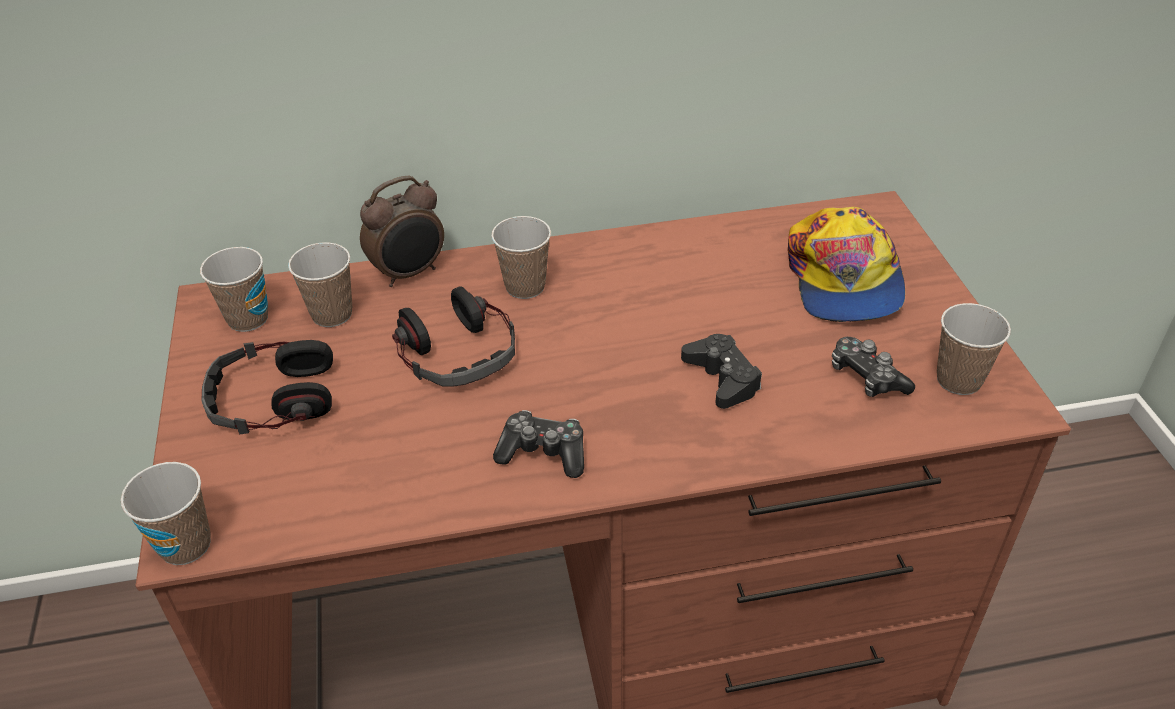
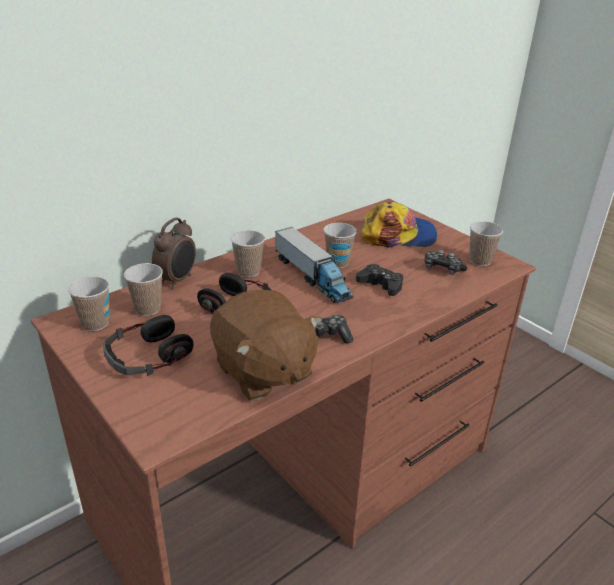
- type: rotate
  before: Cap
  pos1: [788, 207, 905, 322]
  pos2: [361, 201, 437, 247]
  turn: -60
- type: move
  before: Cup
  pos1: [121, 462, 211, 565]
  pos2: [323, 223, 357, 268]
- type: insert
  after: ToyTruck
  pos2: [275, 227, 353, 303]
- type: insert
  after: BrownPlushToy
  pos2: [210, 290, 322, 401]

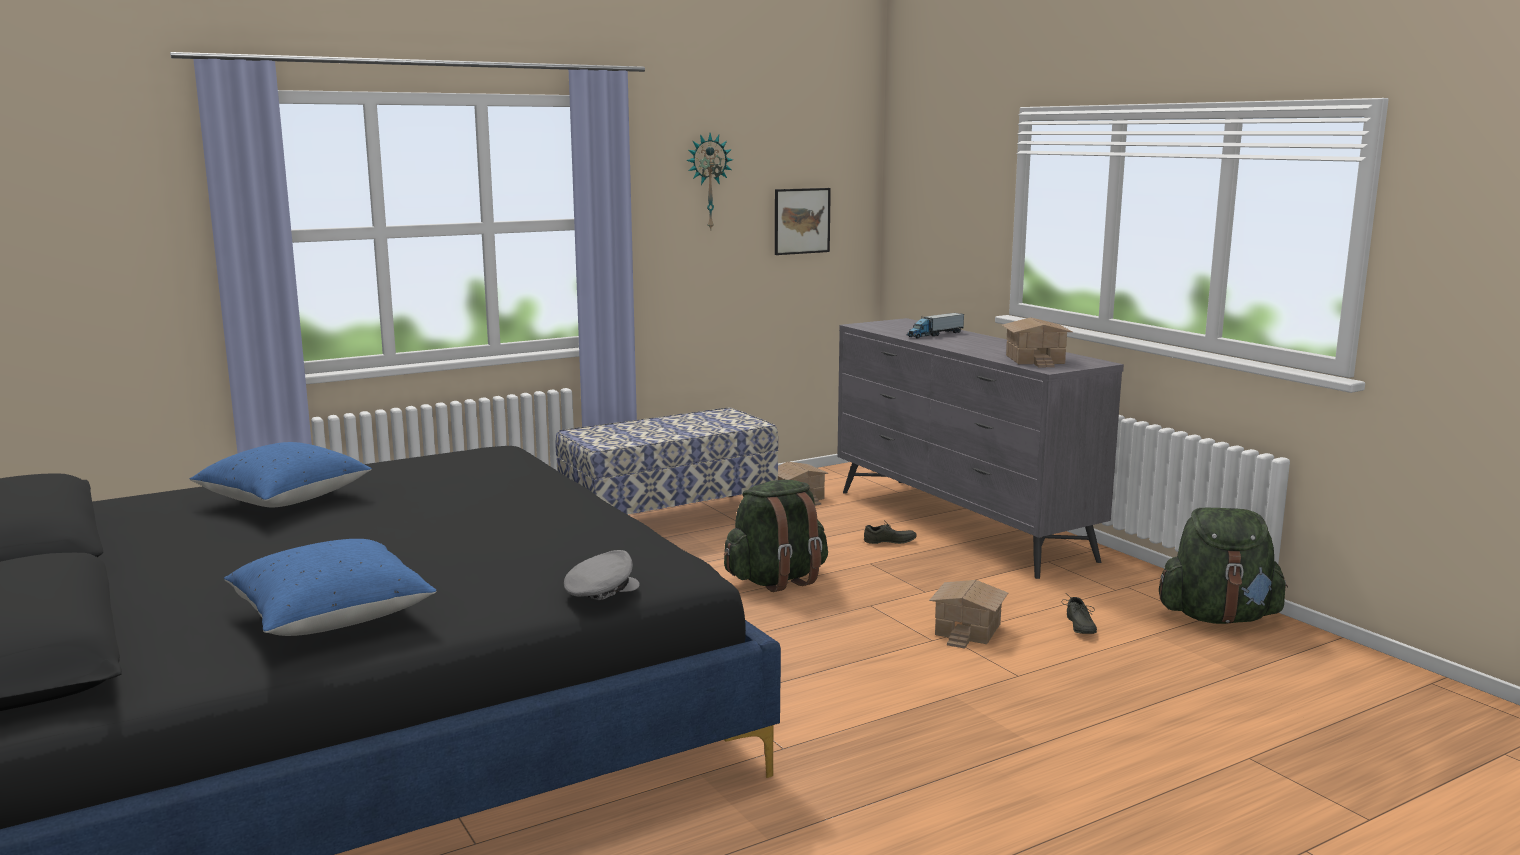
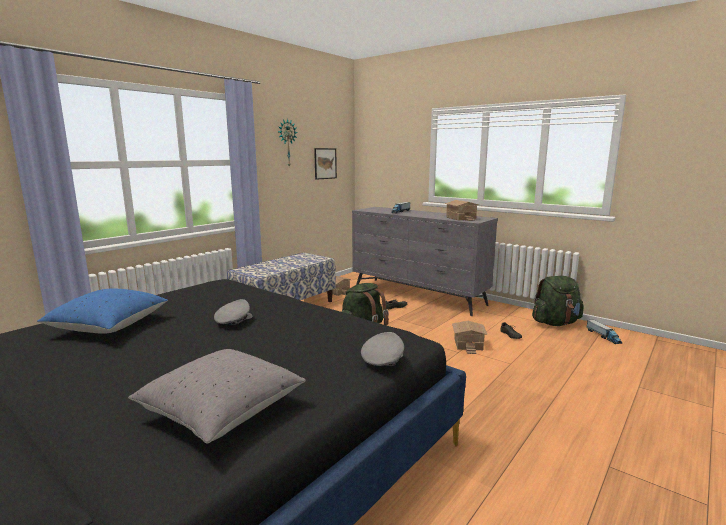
- type: recolor
  before: BluePillow
  after: GreyPillow
  pos1: [224, 539, 436, 636]
  pos2: [128, 349, 306, 444]
- type: insert
  after: GreyCap
  pos2: [214, 299, 253, 325]
- type: insert
  after: ToyTruck
  pos2: [586, 320, 622, 344]

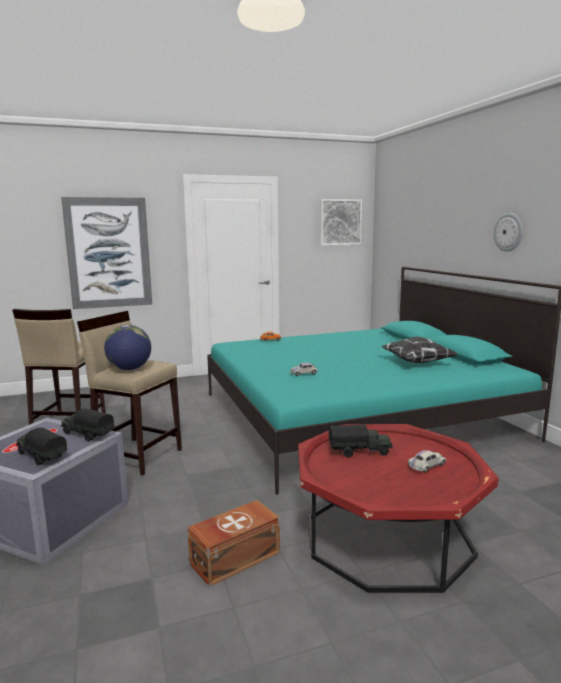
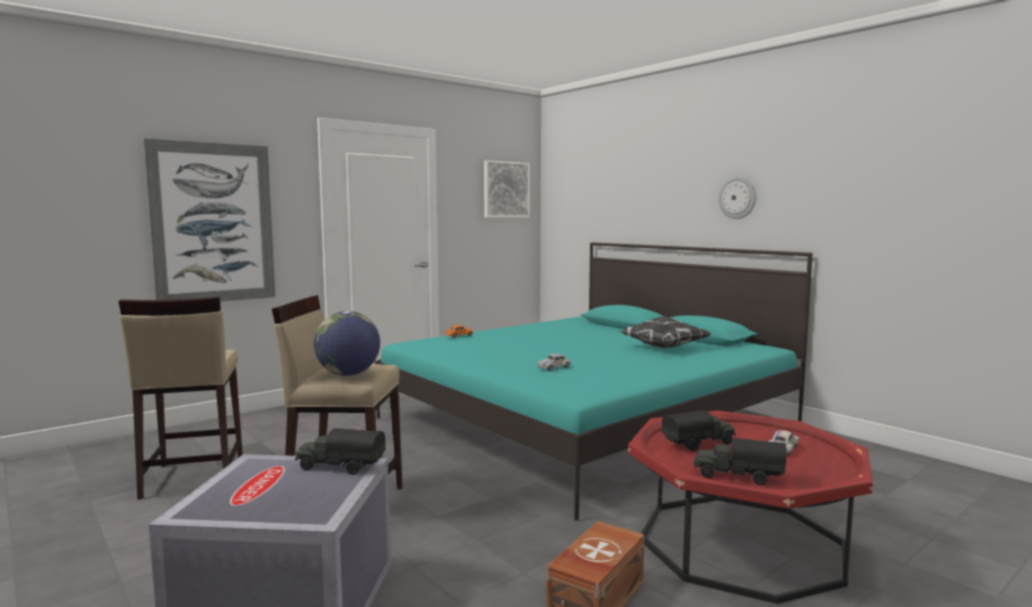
- type: move
  before: ToyTruck
  pos1: [16, 428, 67, 465]
  pos2: [694, 438, 787, 485]

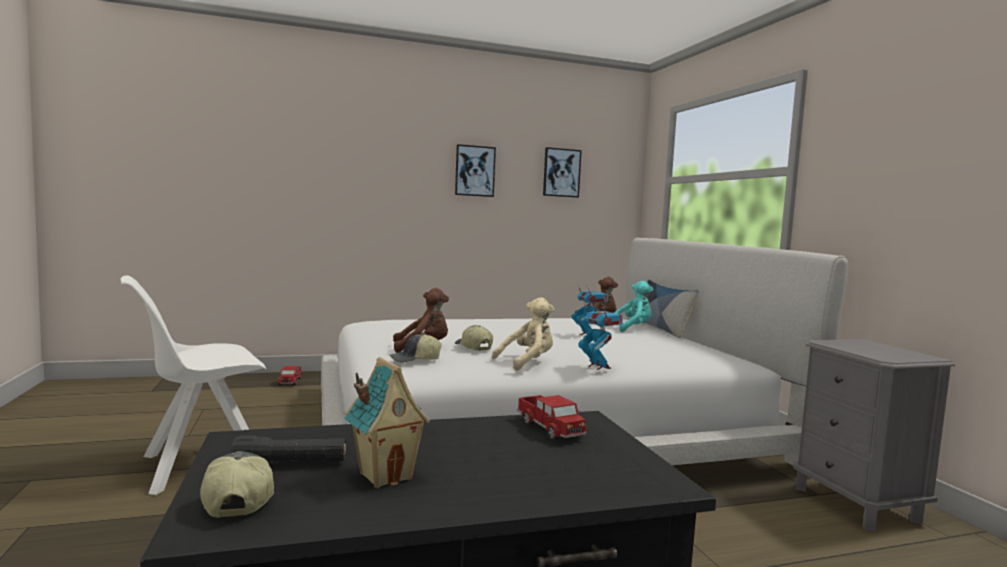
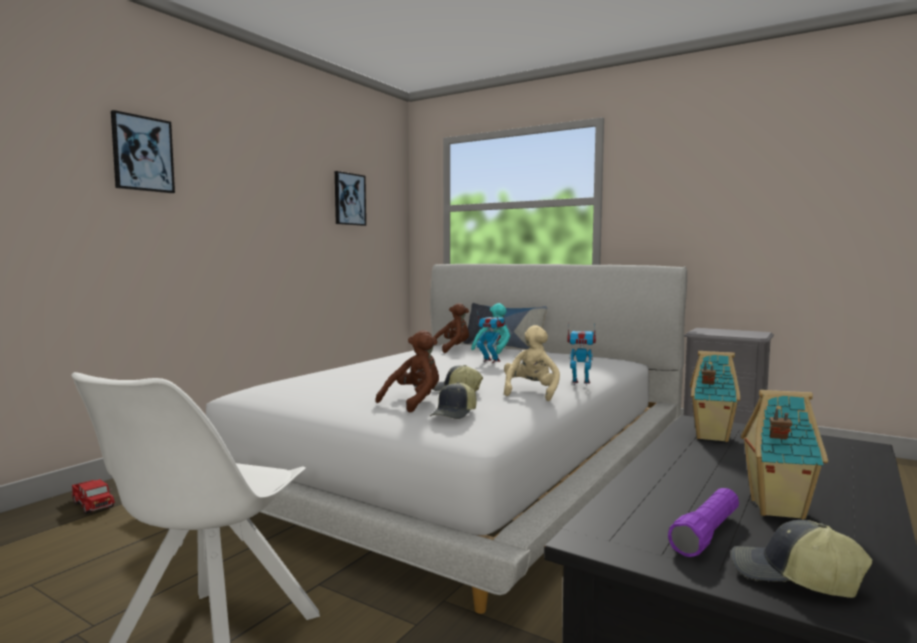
- type: move
  before: Picture
  pos1: [455, 144, 496, 197]
  pos2: [111, 110, 175, 193]
- type: replace
  before: ToyTruck
  after: ToyHouse
  pos1: [517, 395, 586, 441]
  pos2: [690, 351, 740, 442]
- type: recolor
  before: BlackFlashlight
  after: PurpleFlashlight
  pos1: [231, 435, 346, 463]
  pos2: [668, 488, 739, 557]

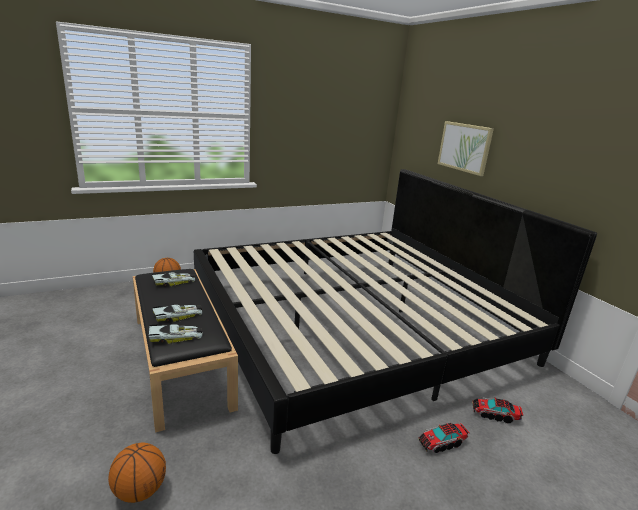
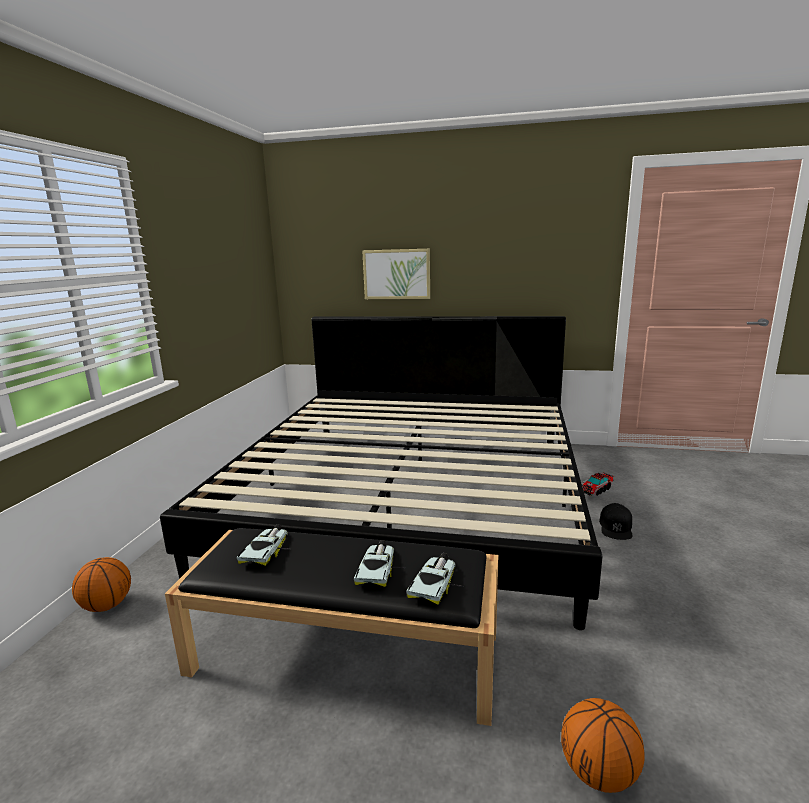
- type: replace
  before: ToyTruck
  after: BlackCap
  pos1: [418, 423, 469, 453]
  pos2: [599, 503, 633, 540]

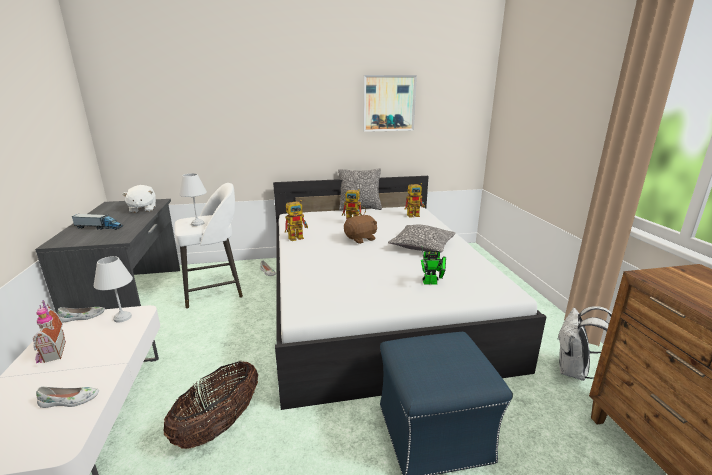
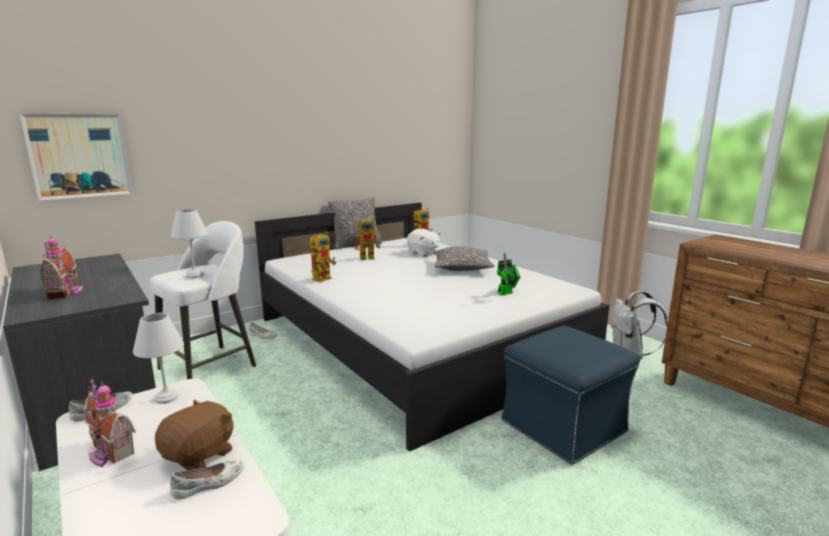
- type: move
  before: Picture
  pos1: [363, 75, 417, 132]
  pos2: [20, 114, 132, 201]
- type: move
  before: WhitePlushToy
  pos1: [122, 185, 156, 213]
  pos2: [407, 229, 440, 257]
- type: replace
  before: ToyTruck
  after: ToyHouse
  pos1: [71, 214, 123, 230]
  pos2: [39, 235, 83, 300]
- type: move
  before: BrownPlushToy
  pos1: [344, 215, 377, 244]
  pos2: [155, 400, 234, 470]
- type: delete
  before: Basket
  pos1: [163, 361, 258, 449]

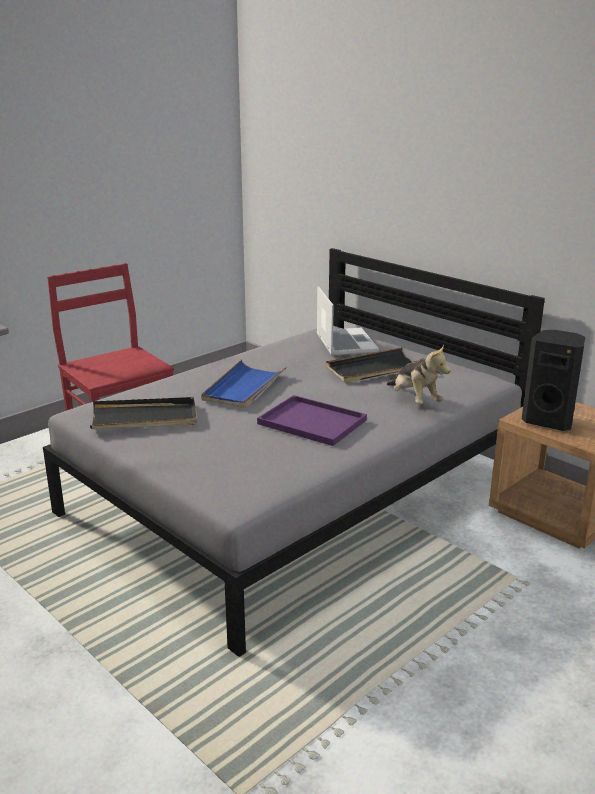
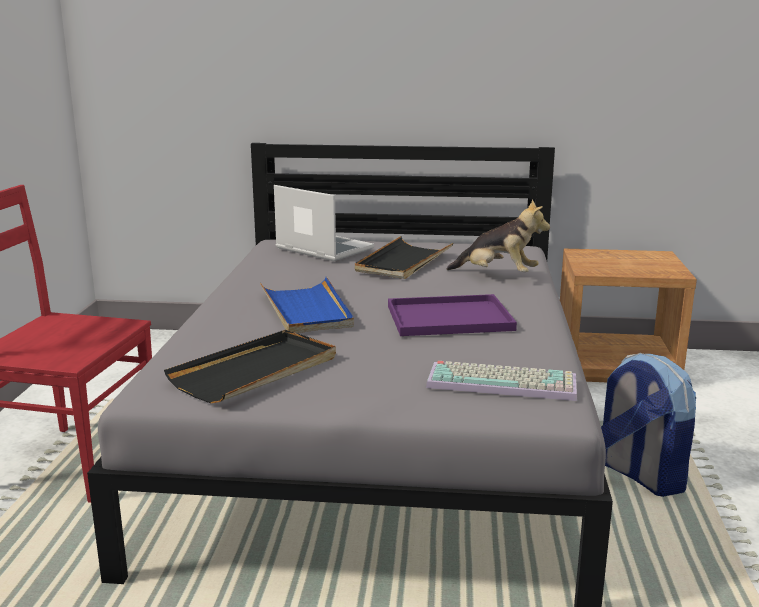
- type: delete
  before: BlackSpeaker
  pos1: [522, 330, 585, 431]
- type: insert
  after: Backpack
  pos2: [601, 353, 696, 497]
- type: insert
  after: Keyboard
  pos2: [426, 361, 577, 401]

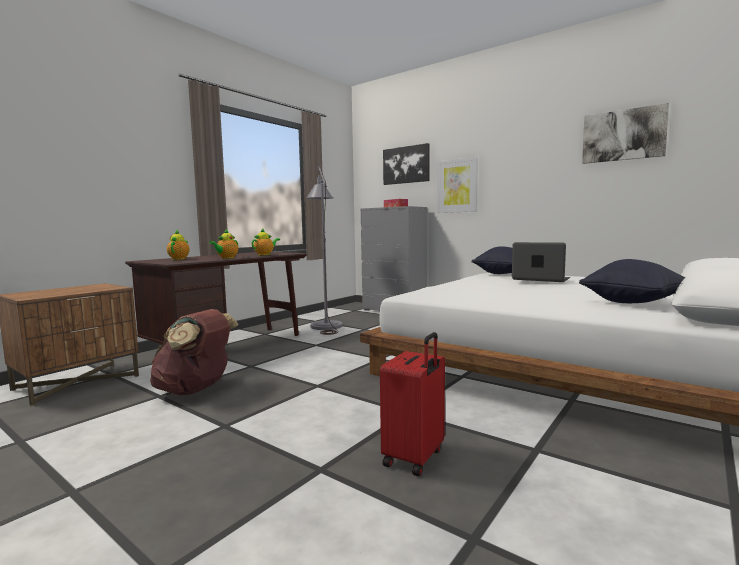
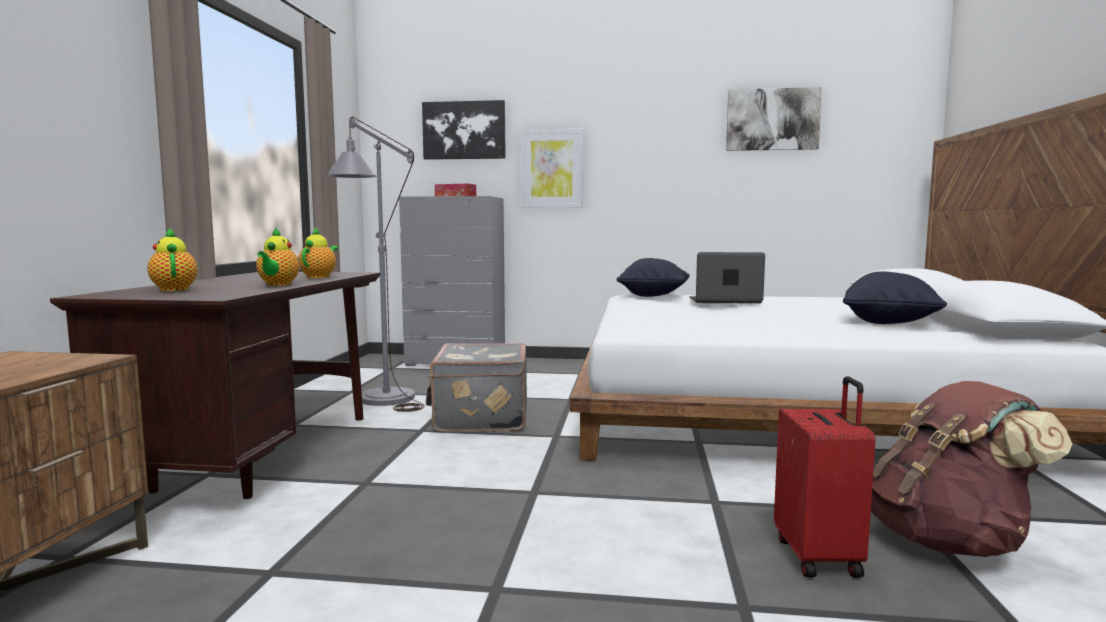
- type: move
  before: BrownBackpack
  pos1: [150, 309, 238, 395]
  pos2: [871, 381, 1072, 557]
- type: insert
  after: GreySuitcase
  pos2: [426, 343, 527, 432]

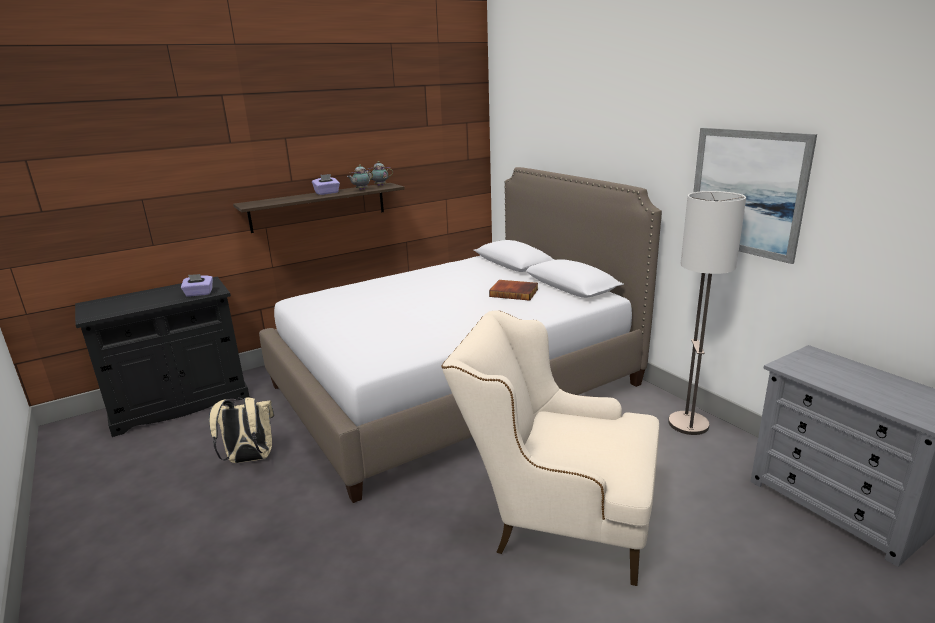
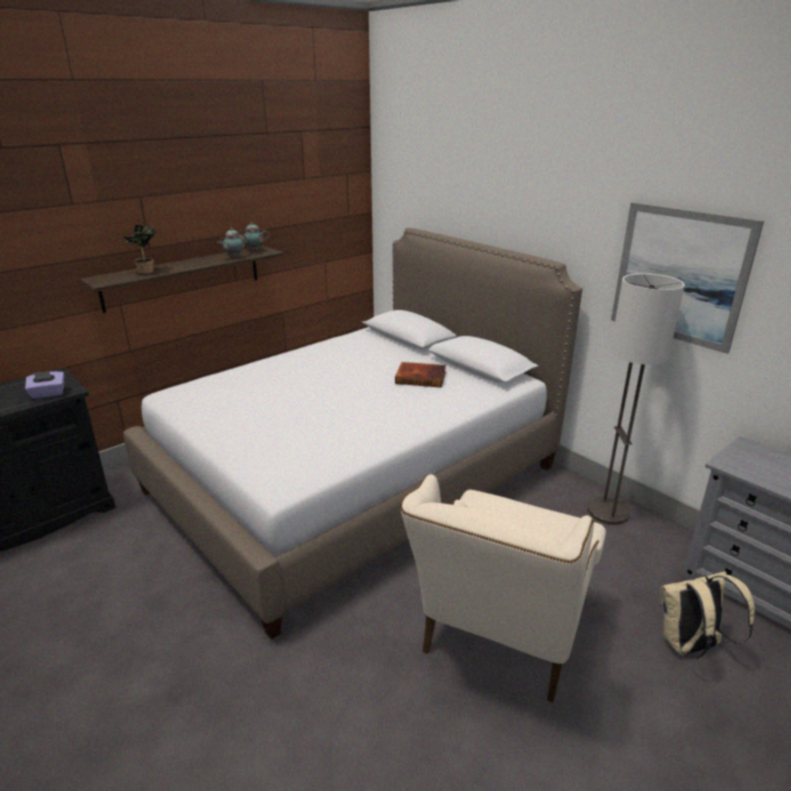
- type: delete
  before: PurpleTissueBox
  pos1: [312, 174, 340, 195]
- type: rotate
  before: BeigeArmchair
  pos1: [441, 310, 659, 586]
  pos2: [400, 474, 606, 703]
  turn: -75
- type: move
  before: BeigeBackpack
  pos1: [209, 397, 274, 463]
  pos2: [660, 571, 755, 659]
- type: insert
  after: PottedPlant
  pos2: [122, 224, 157, 274]

